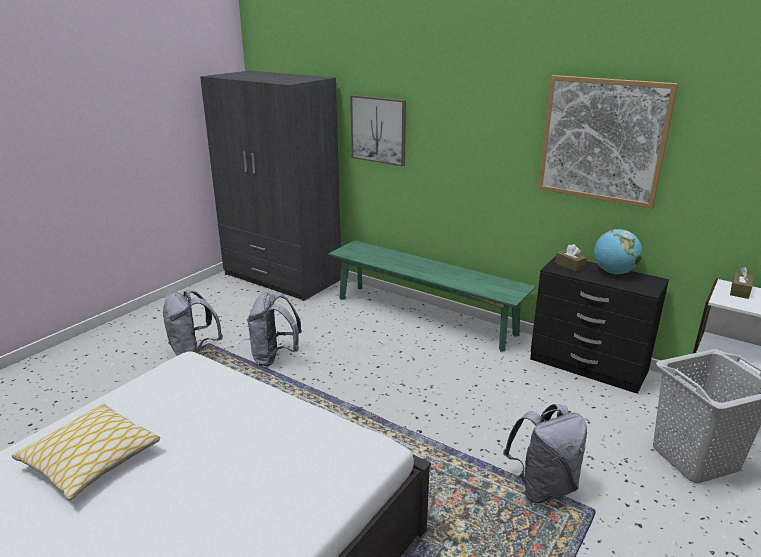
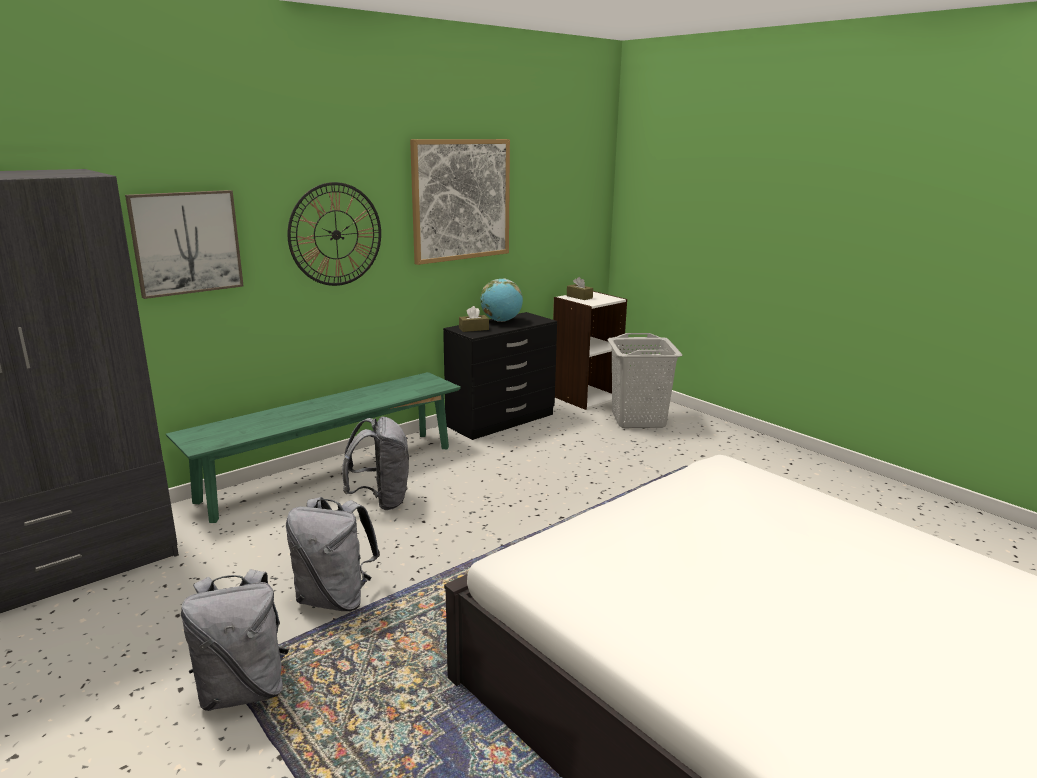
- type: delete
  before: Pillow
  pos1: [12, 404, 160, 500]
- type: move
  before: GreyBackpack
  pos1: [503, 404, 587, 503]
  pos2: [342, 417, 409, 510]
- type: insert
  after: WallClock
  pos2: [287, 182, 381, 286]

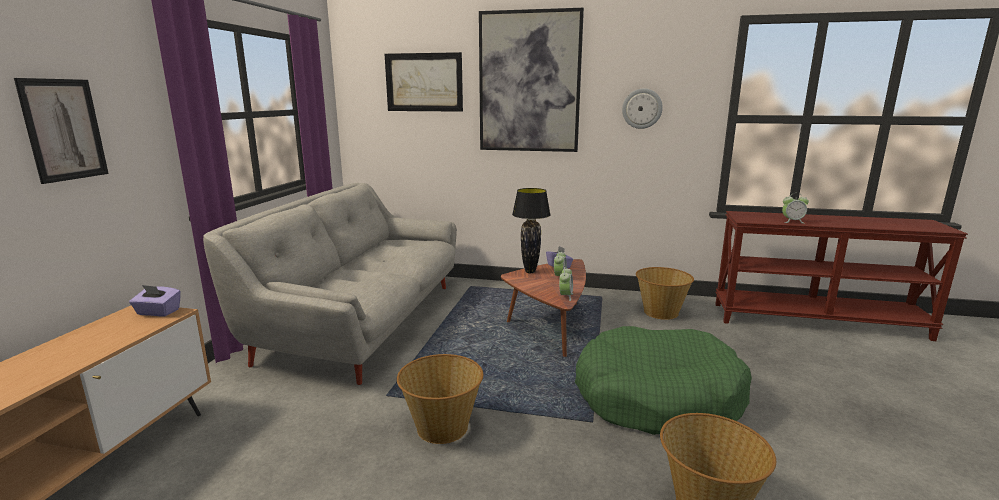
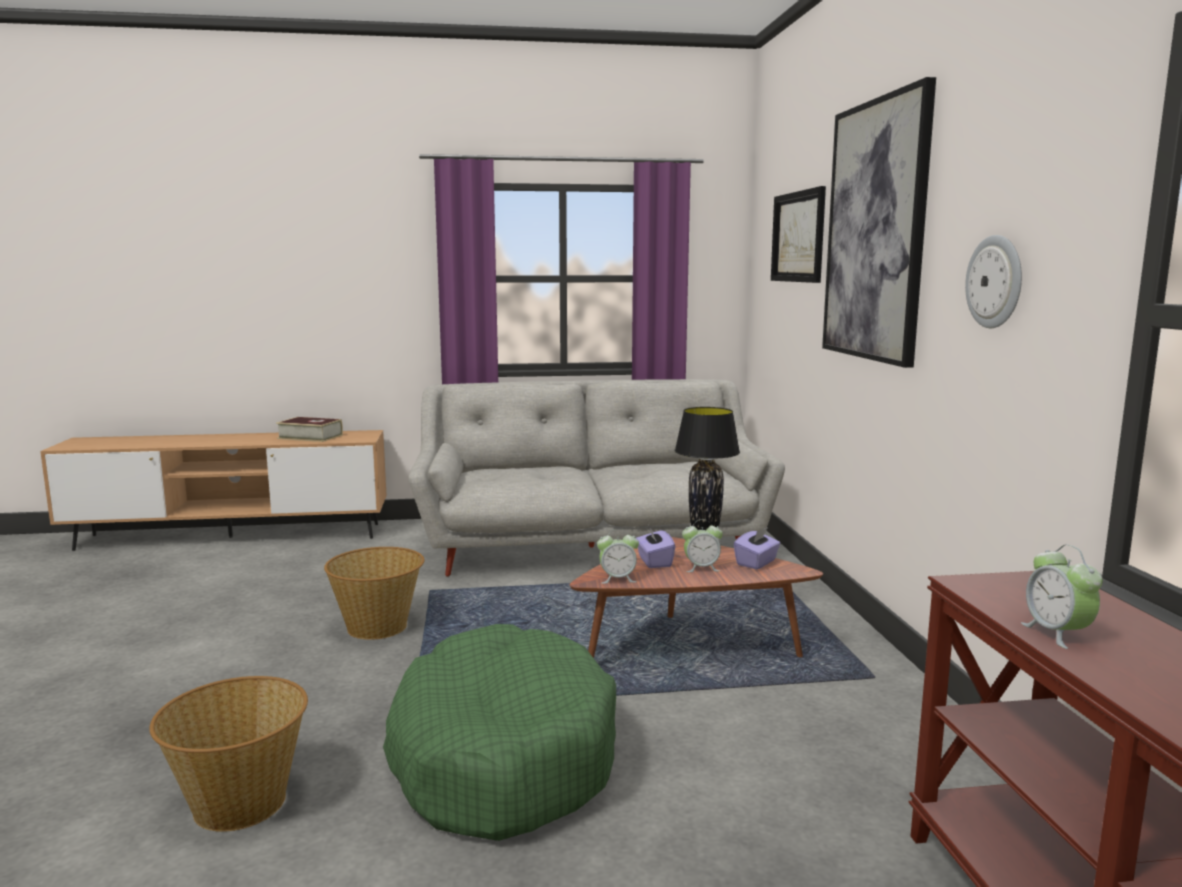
- type: delete
  before: Picture
  pos1: [14, 78, 109, 184]
- type: delete
  before: Basket
  pos1: [636, 267, 694, 320]
- type: move
  before: PurpleTissueBox
  pos1: [129, 285, 181, 316]
  pos2: [636, 526, 675, 568]
- type: insert
  after: Book
  pos2: [276, 417, 343, 442]

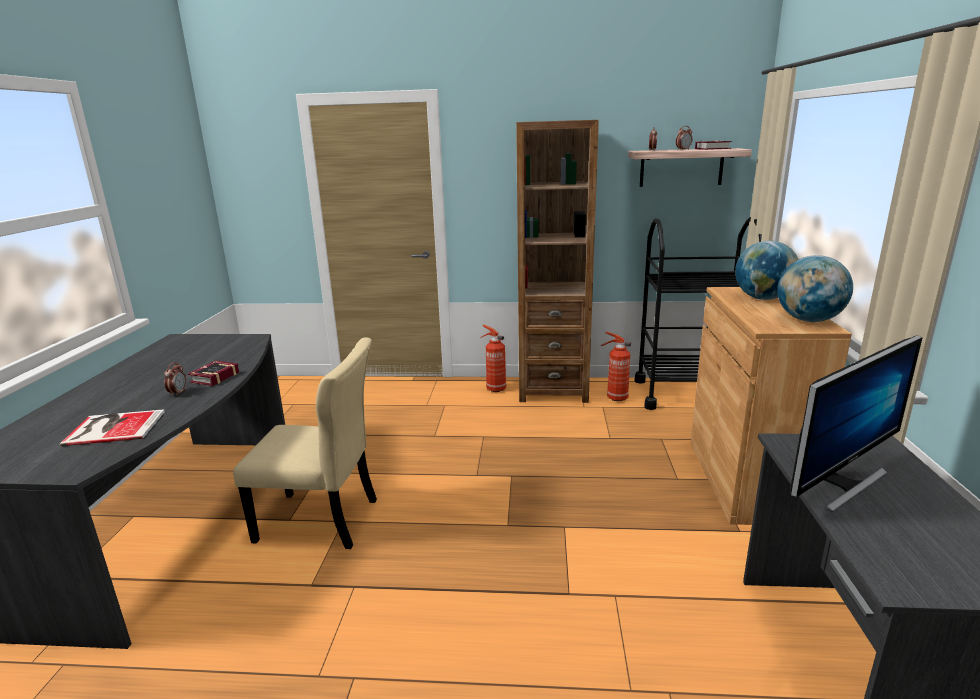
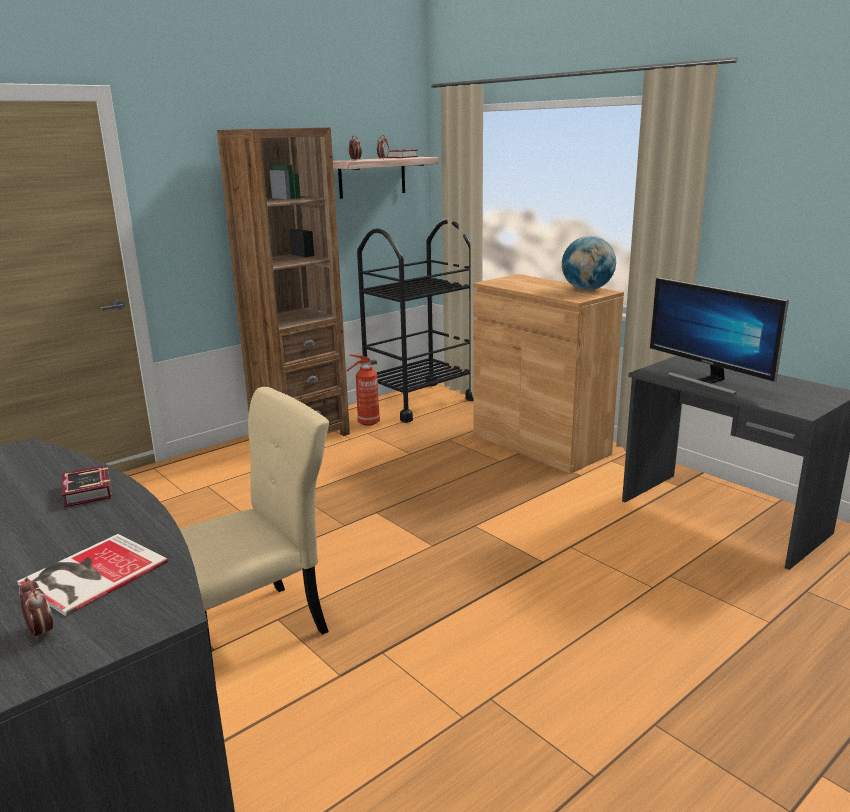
- type: delete
  before: Globe
  pos1: [735, 241, 799, 300]
- type: delete
  before: FireExtinguisher
  pos1: [480, 325, 506, 392]
- type: rotate
  before: Monitor
  pos1: [790, 335, 922, 512]
  pos2: [650, 277, 789, 394]
  turn: 135
- type: move
  before: AlarmClock
  pos1: [164, 362, 186, 396]
  pos2: [19, 577, 54, 641]

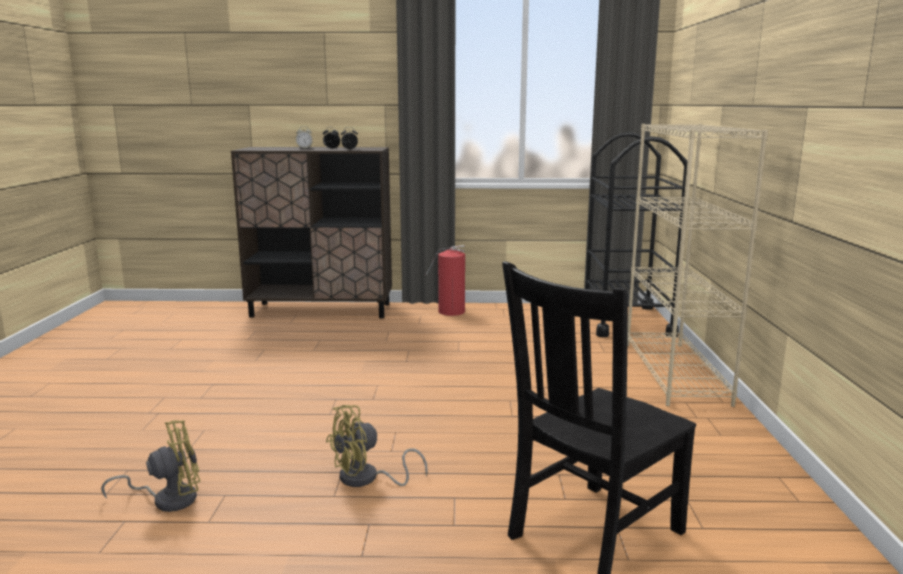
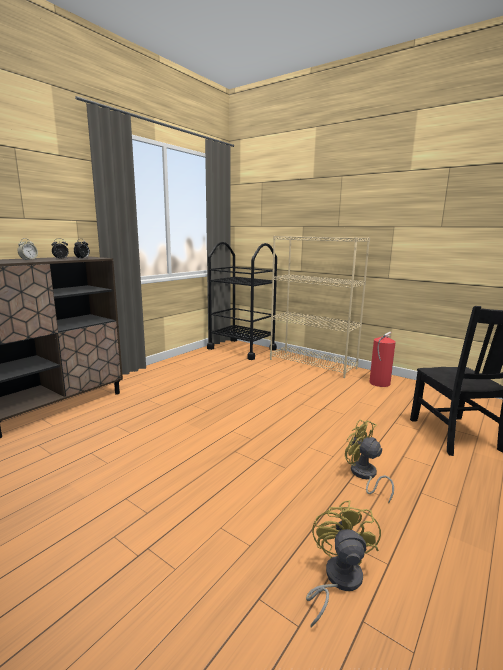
- type: move
  before: FireExtinguisher
  pos1: [425, 245, 465, 316]
  pos2: [369, 332, 396, 387]
- type: rotate
  before: YellowFan
  pos1: [326, 405, 427, 487]
  pos2: [345, 419, 394, 503]
  turn: 135

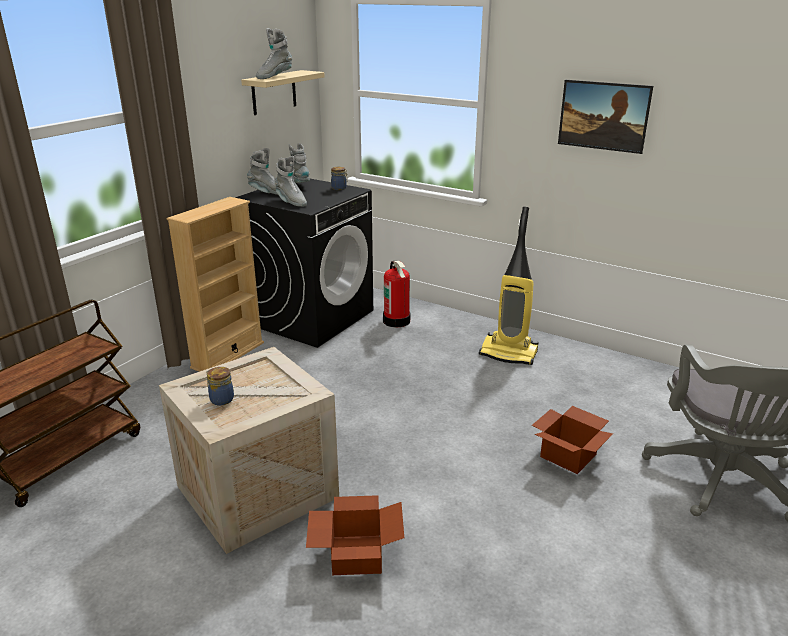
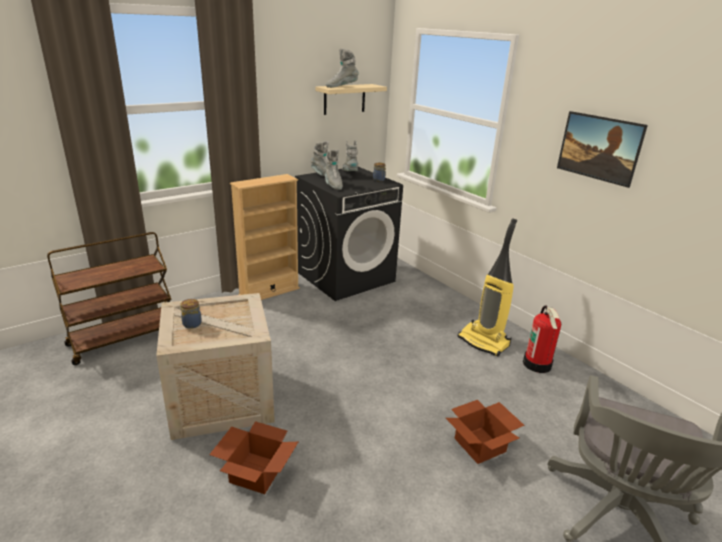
- type: move
  before: FireExtinguisher
  pos1: [383, 260, 410, 328]
  pos2: [523, 305, 561, 373]

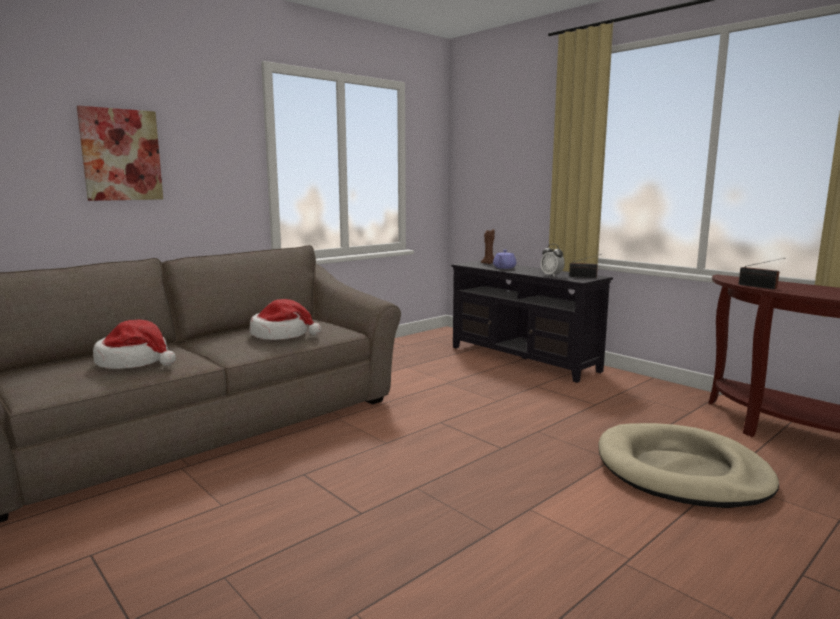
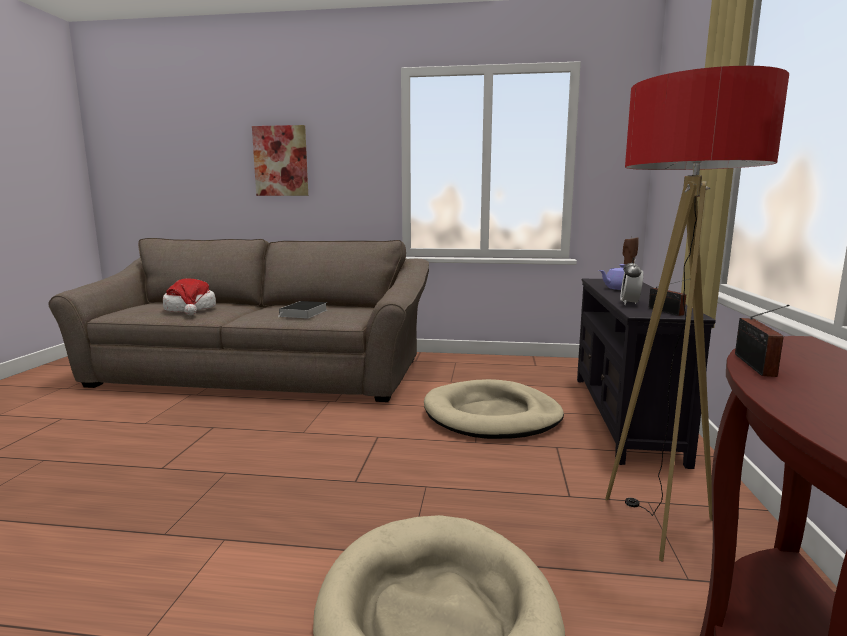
- type: replace
  before: Hat
  after: Book
  pos1: [249, 299, 321, 340]
  pos2: [277, 301, 327, 318]
- type: insert
  after: FloorLamp
  pos2: [605, 66, 789, 562]
- type: insert
  after: BeigeDogBed
  pos2: [424, 379, 564, 439]

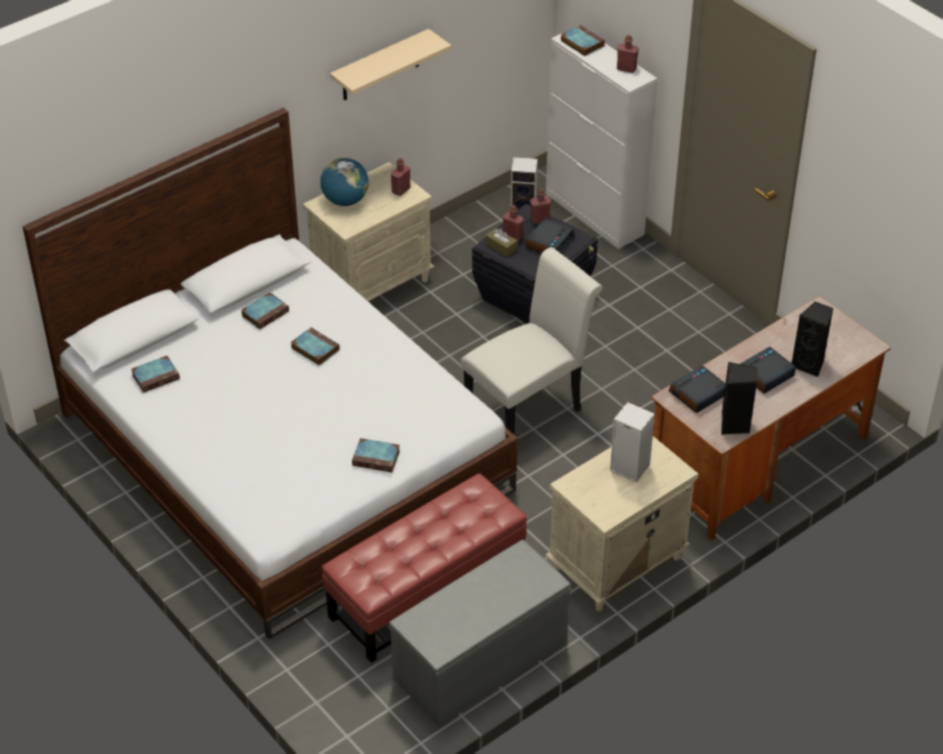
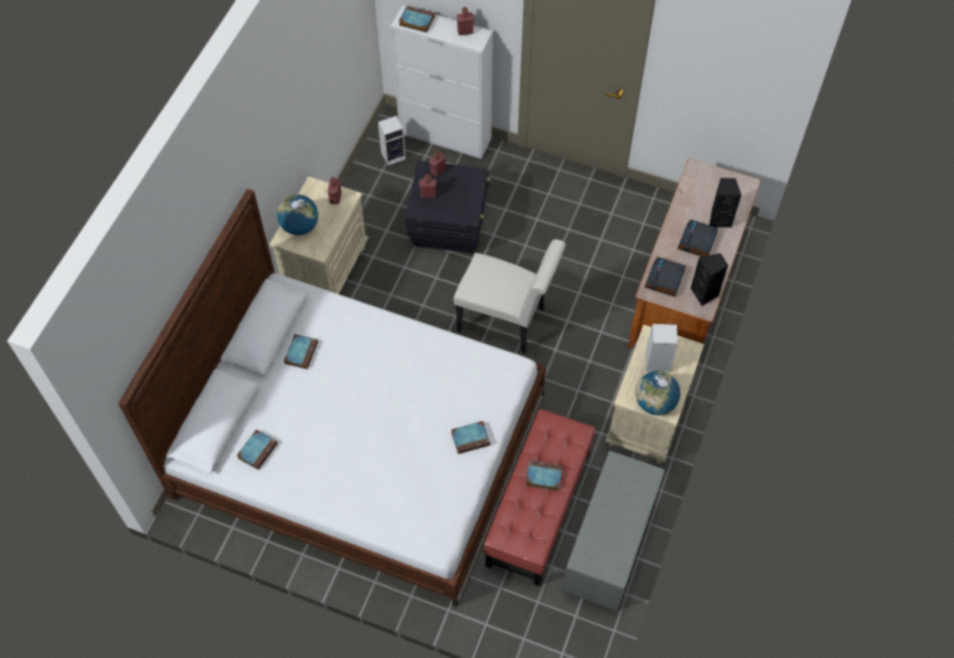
- type: delete
  before: BeigeShelf
  pos1: [330, 29, 451, 101]
- type: delete
  before: AlarmClock
  pos1: [525, 218, 575, 254]
- type: delete
  before: BrownTissueBox
  pos1: [486, 228, 517, 257]
- type: rotate
  before: WhiteChair
  pos1: [461, 247, 602, 435]
  pos2: [453, 239, 566, 353]
  turn: 90
- type: move
  before: Book
  pos1: [291, 327, 339, 366]
  pos2: [526, 460, 563, 491]
- type: insert
  after: Globe
  pos2: [636, 371, 680, 415]

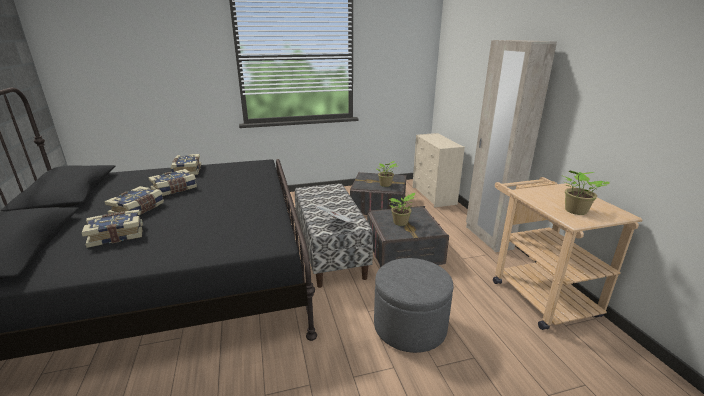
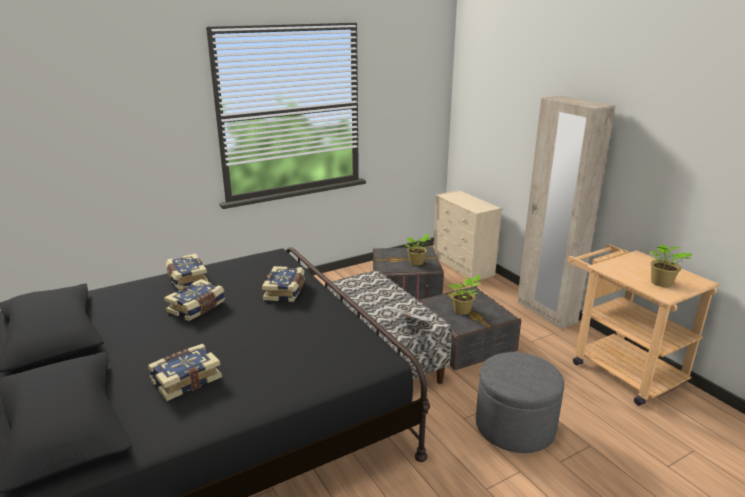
- type: move
  before: Book
  pos1: [105, 186, 164, 215]
  pos2: [262, 266, 305, 302]

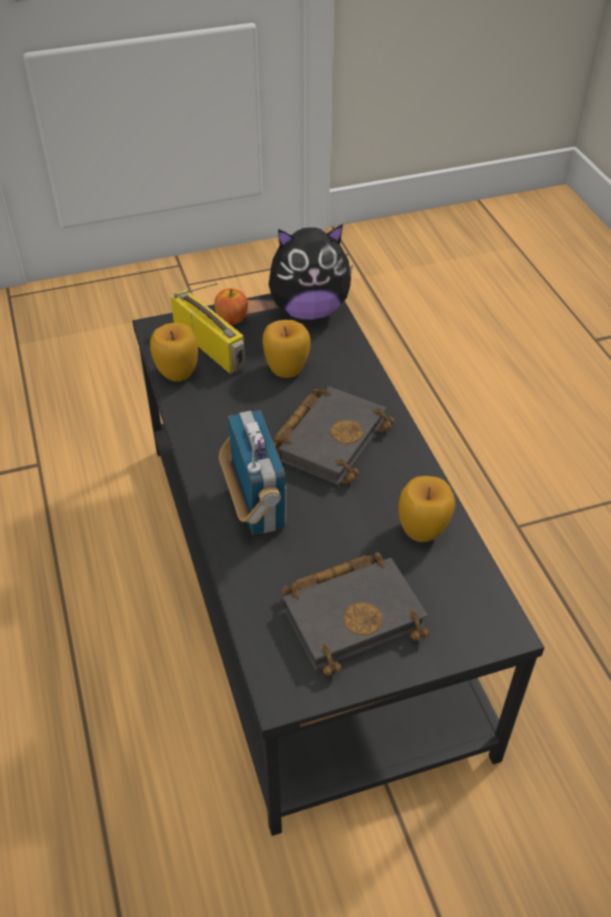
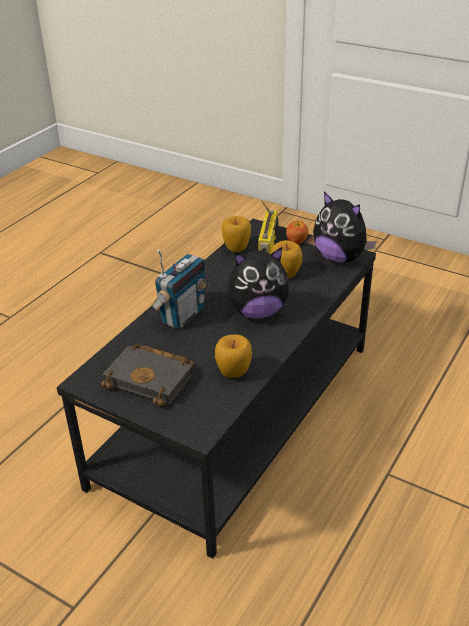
- type: replace
  before: BlackBook
  after: PlushToy
  pos1: [273, 386, 395, 485]
  pos2: [228, 247, 289, 319]

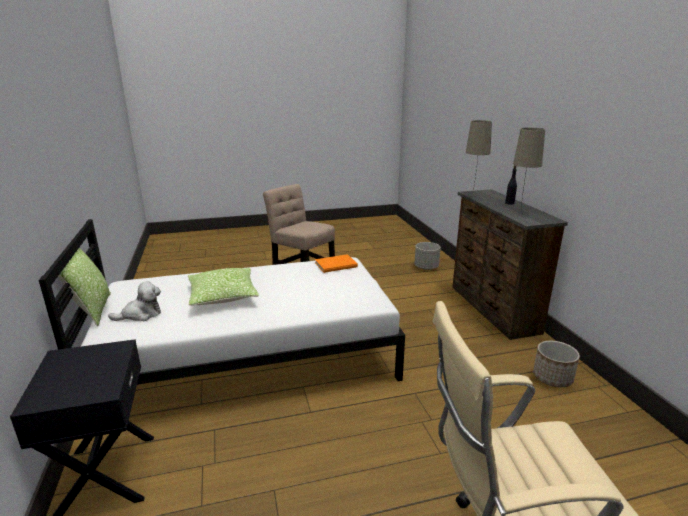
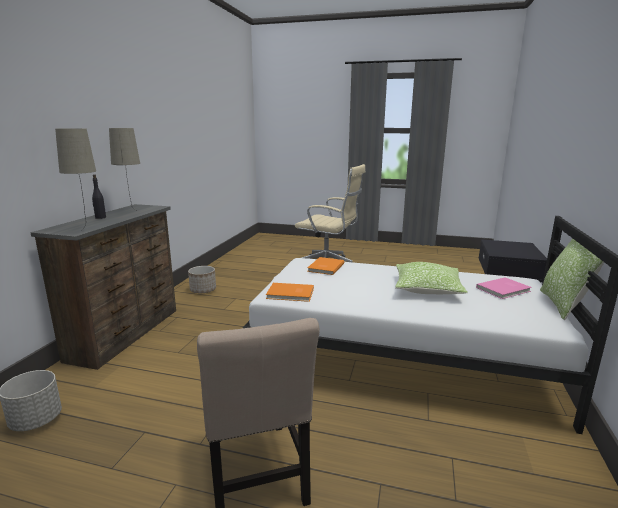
- type: replace
  before: PlushToy
  after: PinkBook
  pos1: [108, 281, 161, 321]
  pos2: [476, 277, 532, 299]
- type: insert
  after: OrangeBook
  pos2: [307, 257, 344, 275]

